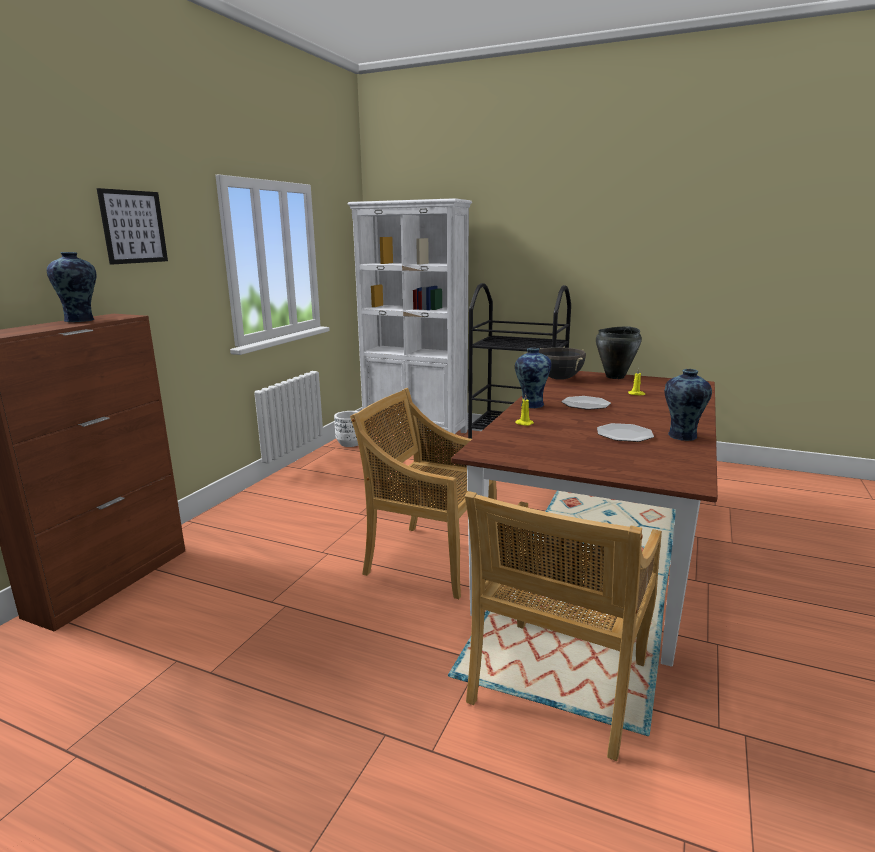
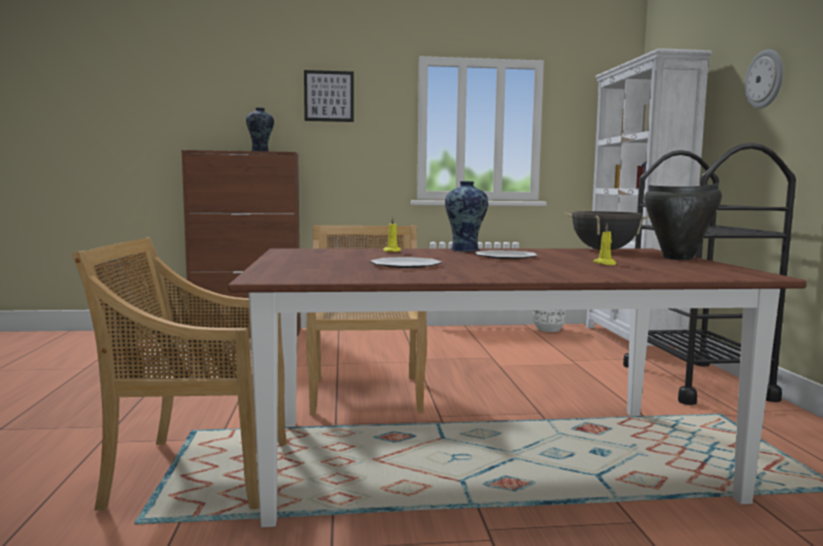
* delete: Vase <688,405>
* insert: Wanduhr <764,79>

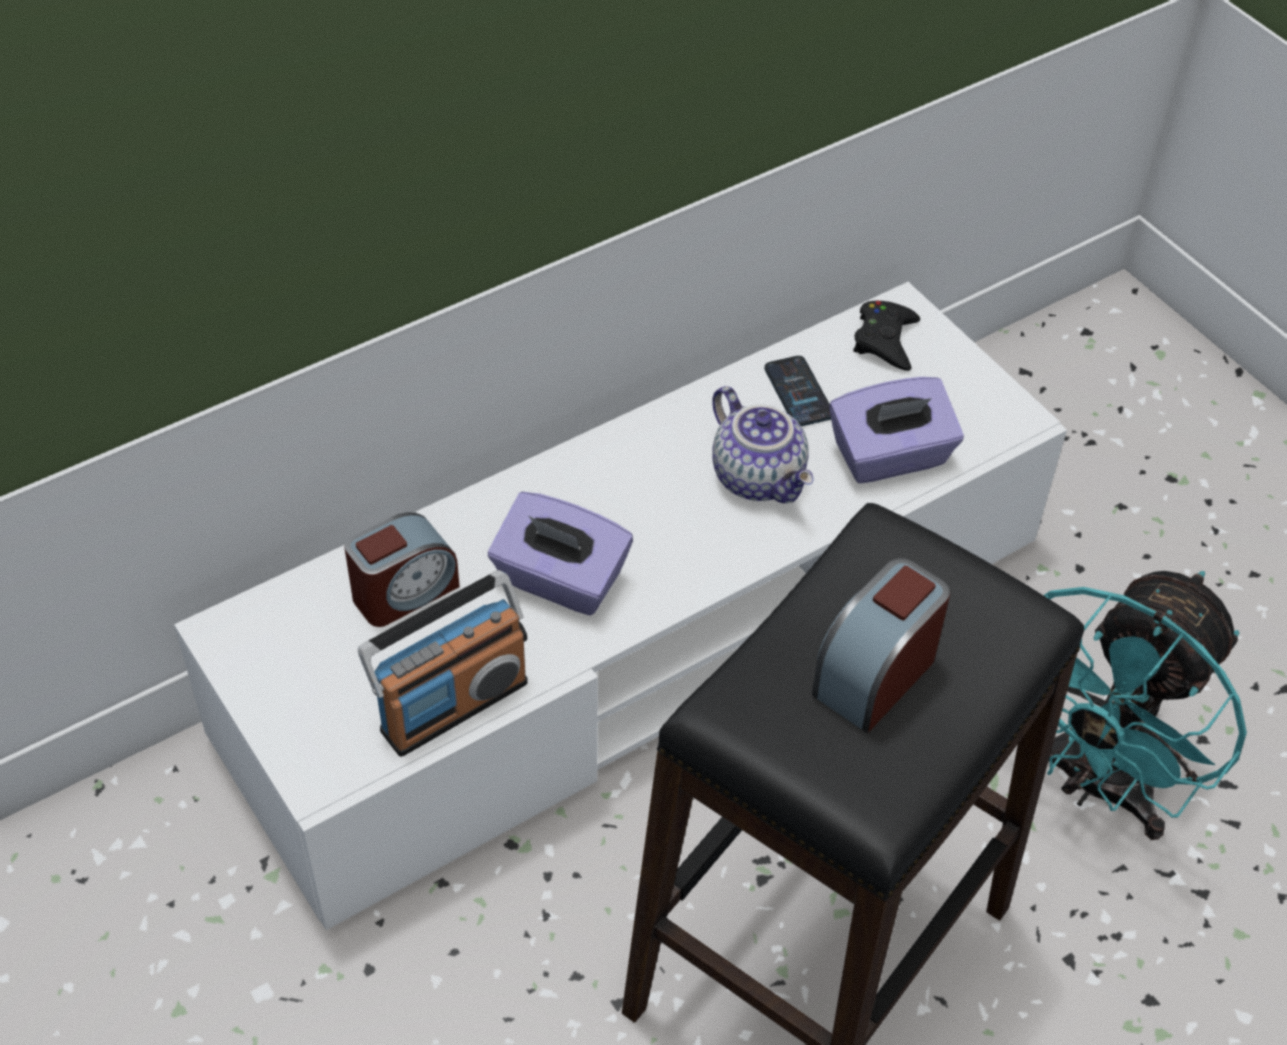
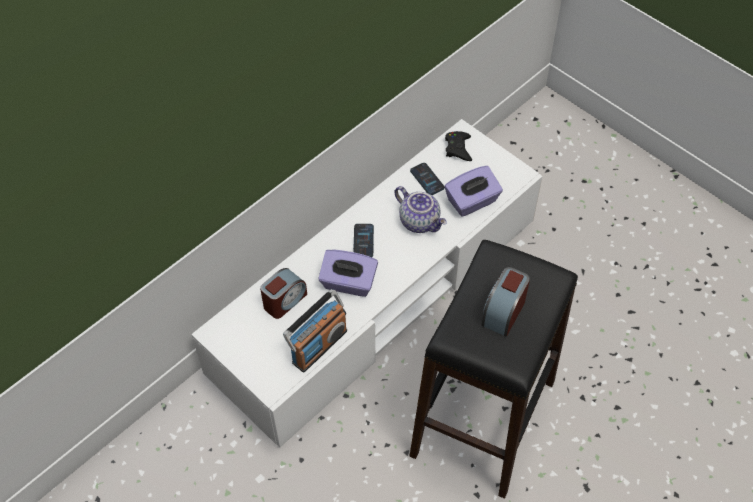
* delete: Ventilator/türkis <1145,705>
* insert: Handy <363,240>

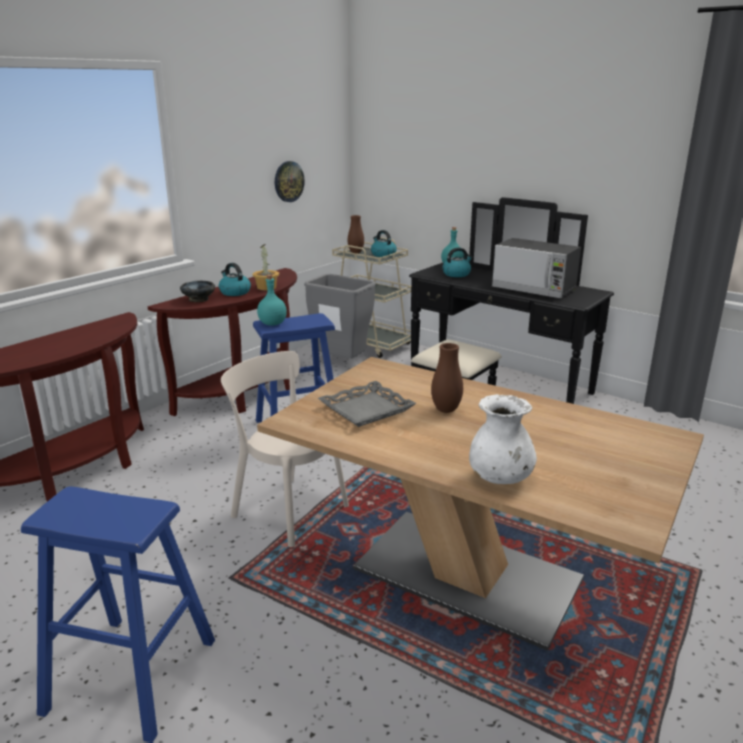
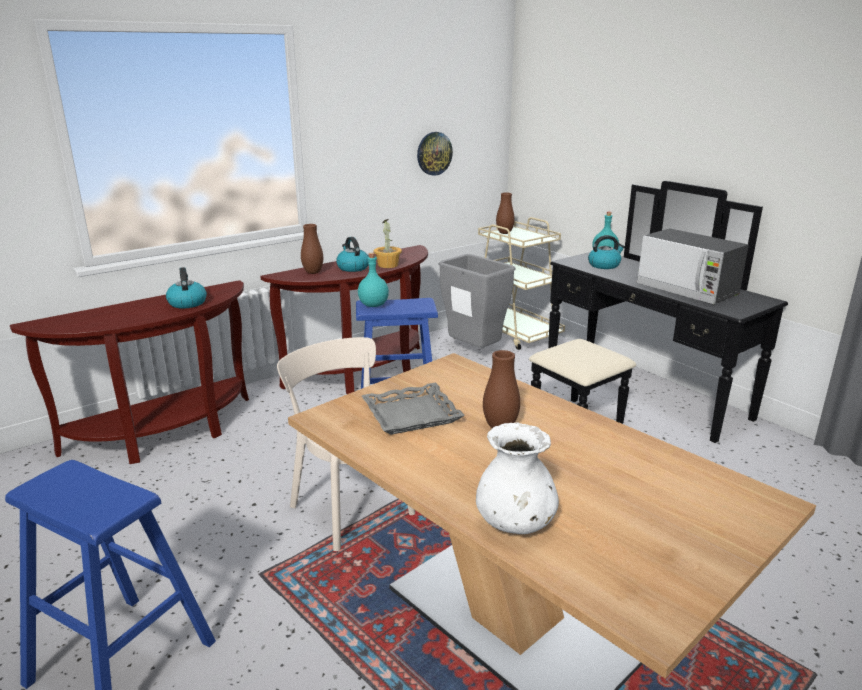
* replace: Schüssel/schwarz <197,291> to Vase/braun <312,249>
* move: Wasserkessel <384,243> to <186,288>

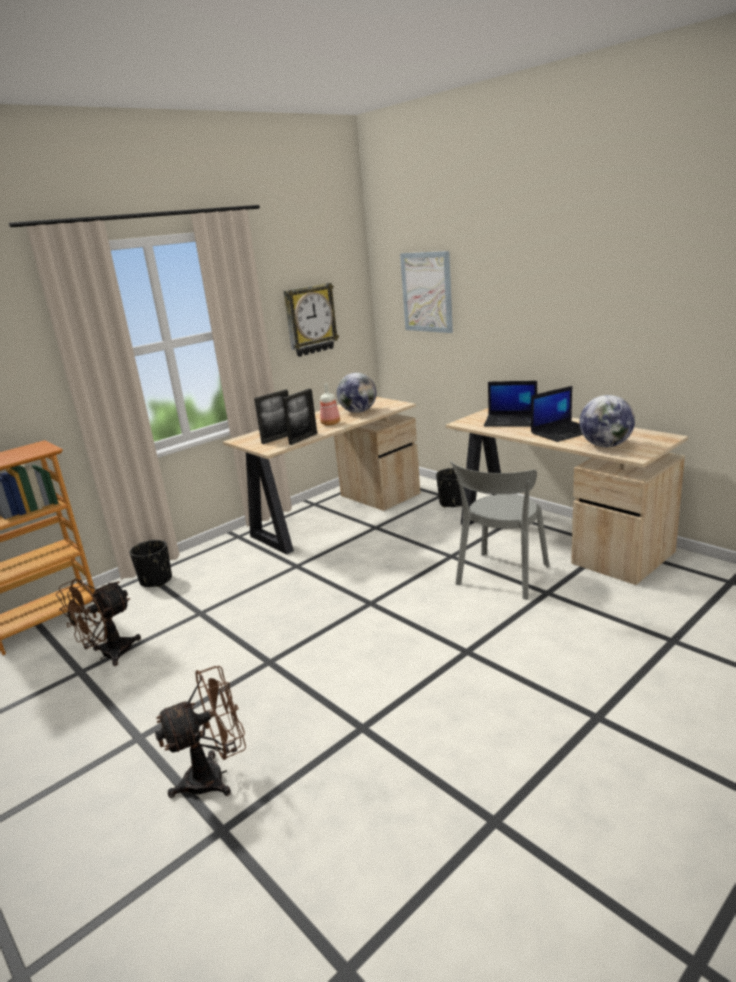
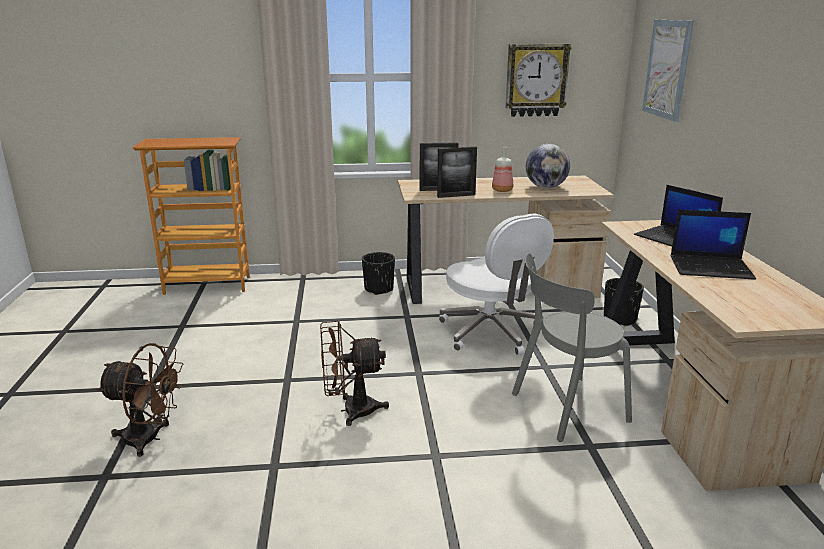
* move: Ventilator/braun <98,622> to <354,373>
* move: Pflanzkübel/schwarz <151,563> to <378,273>
* delete: Globus <607,421>
* insert: Bürostuhl/weiß <496,284>

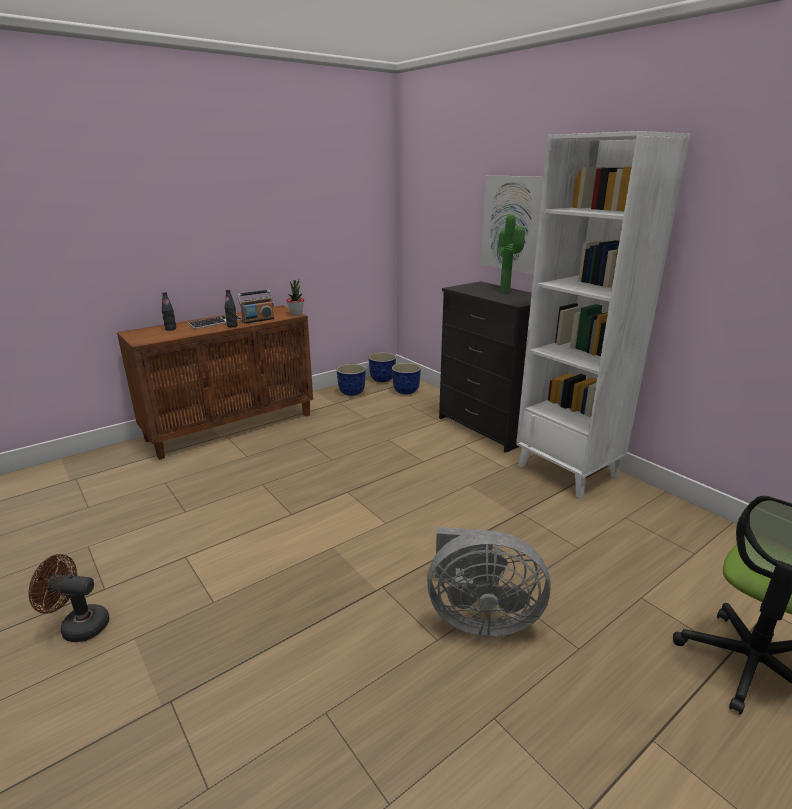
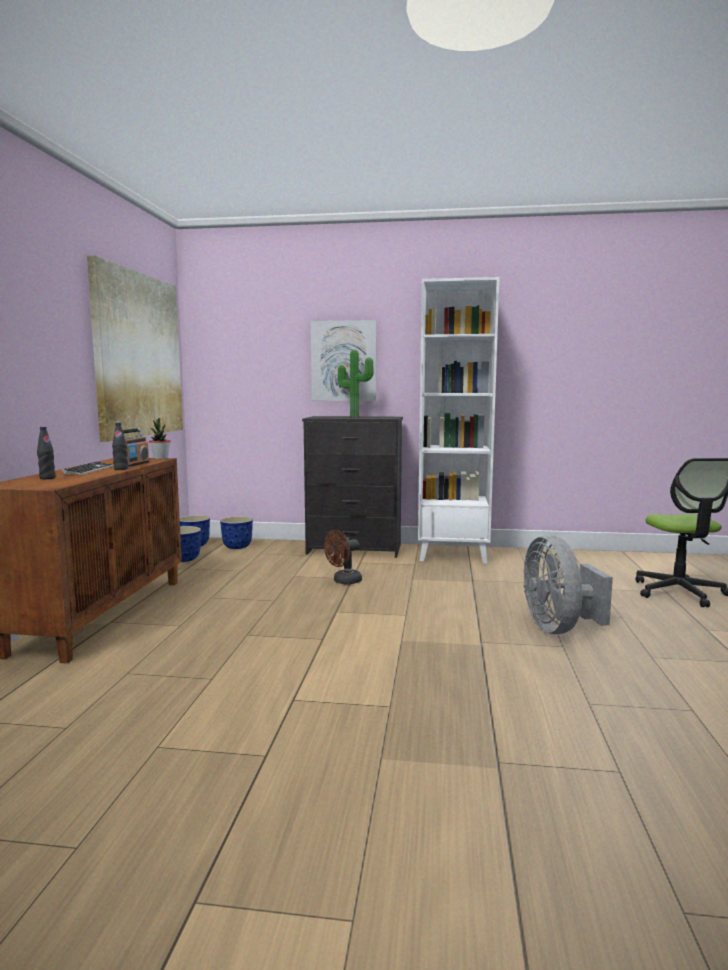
* move: Ventilator/braun <69,598> to <343,557>
* rotate: Ventilator/grau <489,582> = <568,584> 120 degrees clockwise
* insert: Bild <135,348>

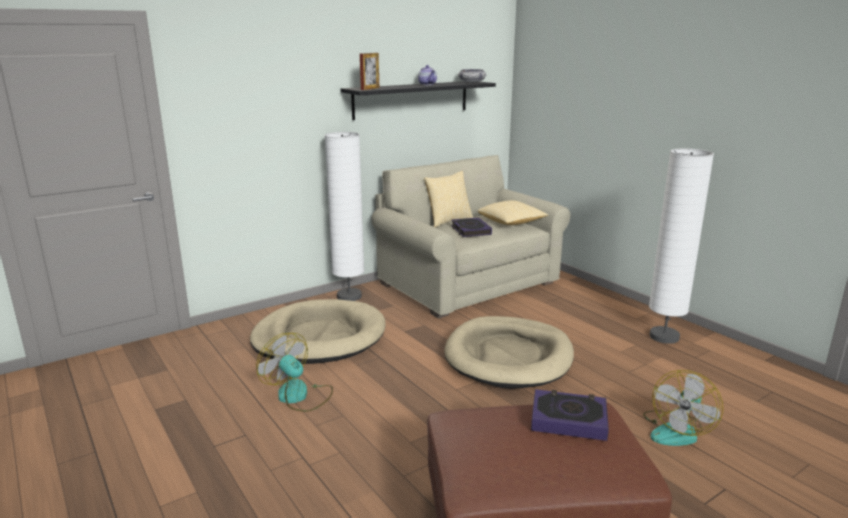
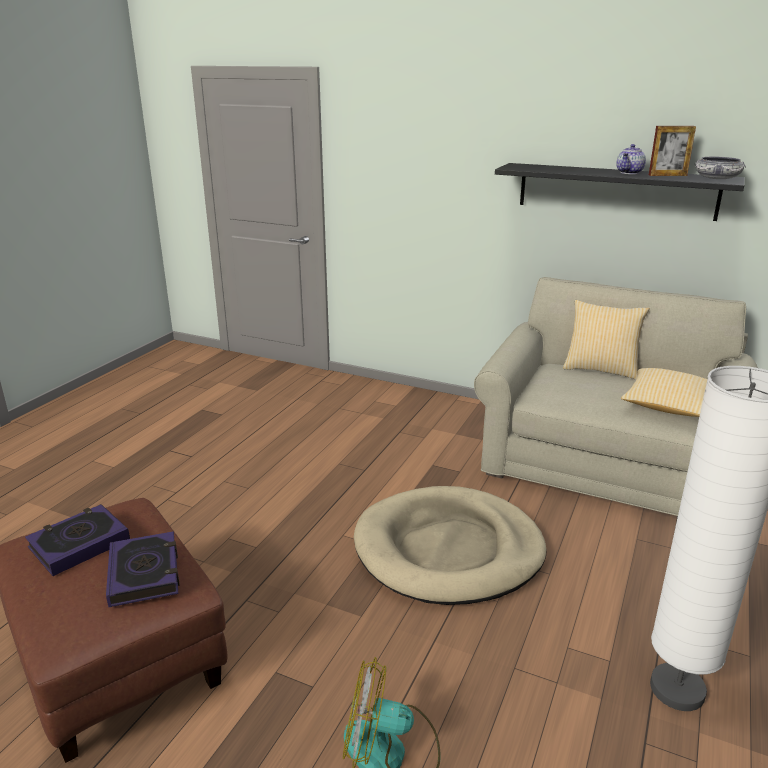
* delete: Hundebett/beige <318,331>
* delete: Ventilator <294,372>
* delete: Stehlampe/weiß <345,216>
* move: Bilderrahmen <369,71> to <672,151>
* move: Buch <471,227> to <77,540>

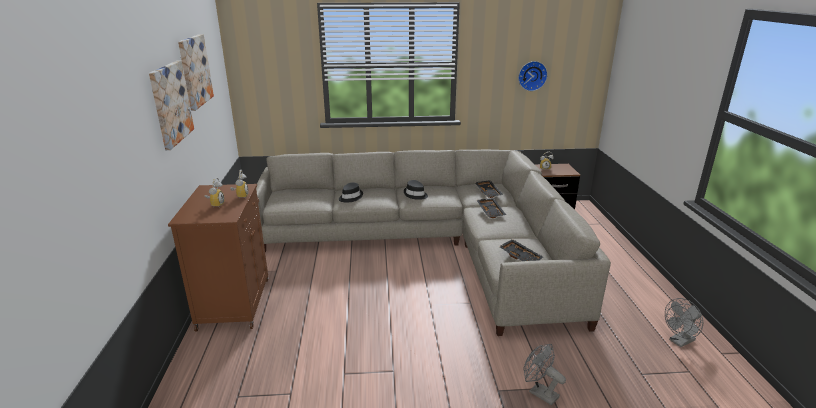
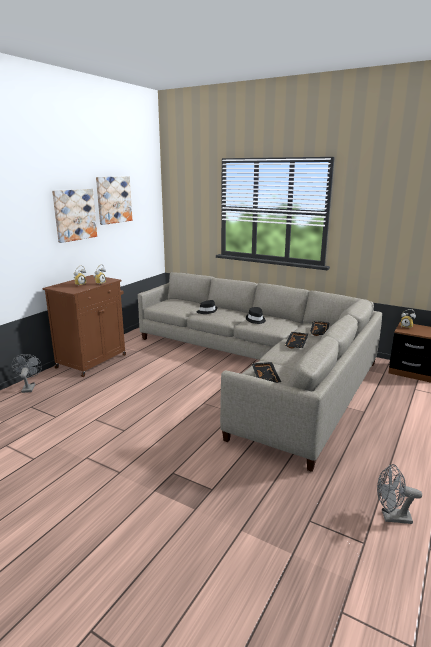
* delete: Wanduhr <533,76>
* move: Ventilator/grau <544,375> to <26,373>

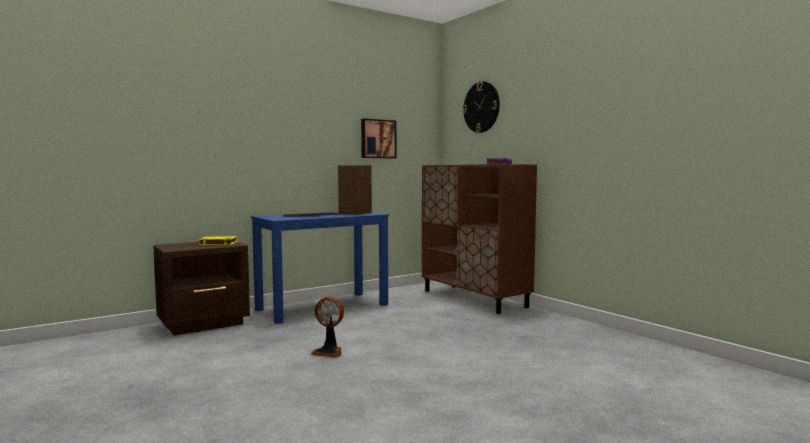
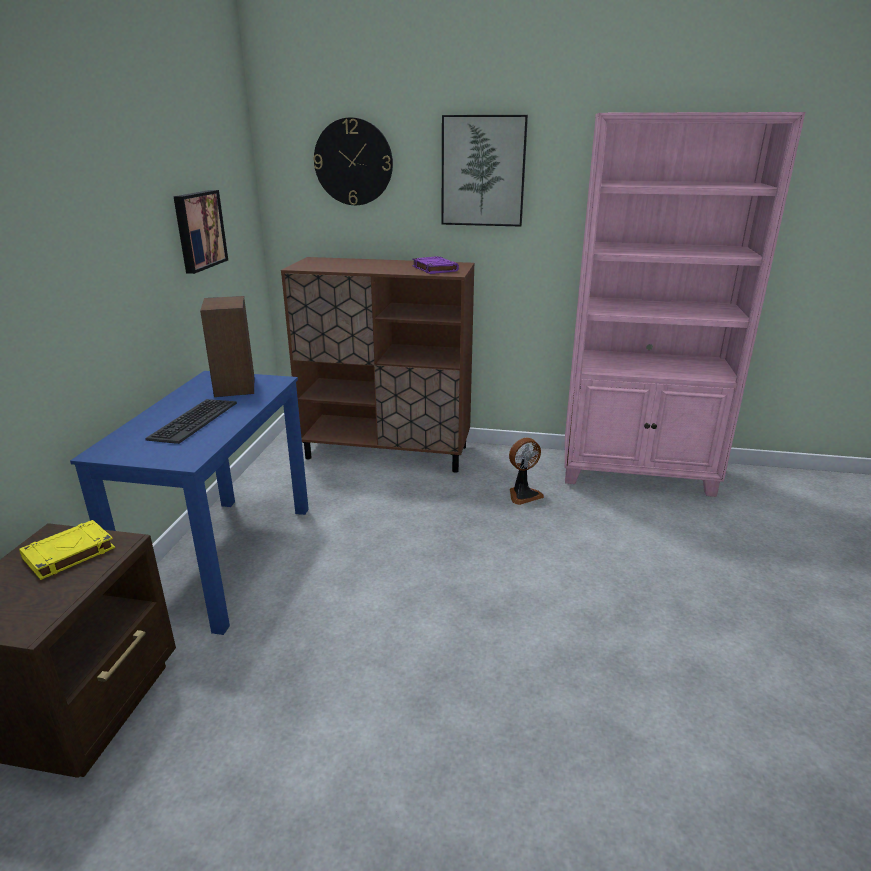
* move: Ventilator <327,327> to <526,471>
* insert: Bild <484,171>
* insert: Bücherregal/rosa <684,304>

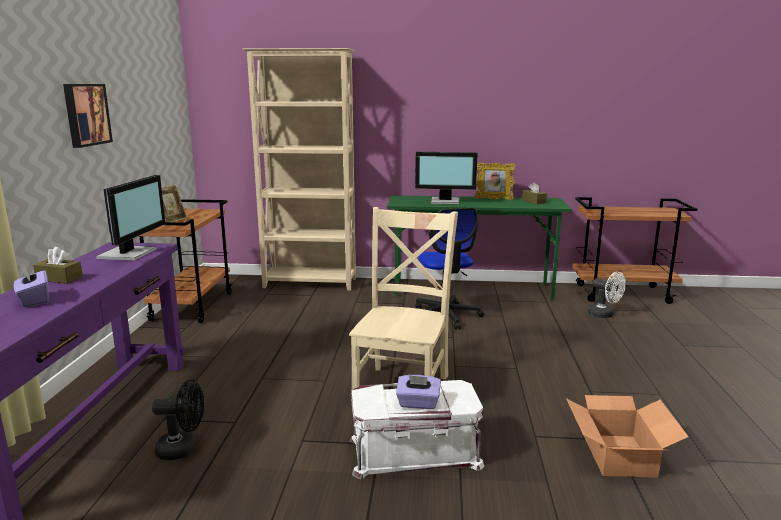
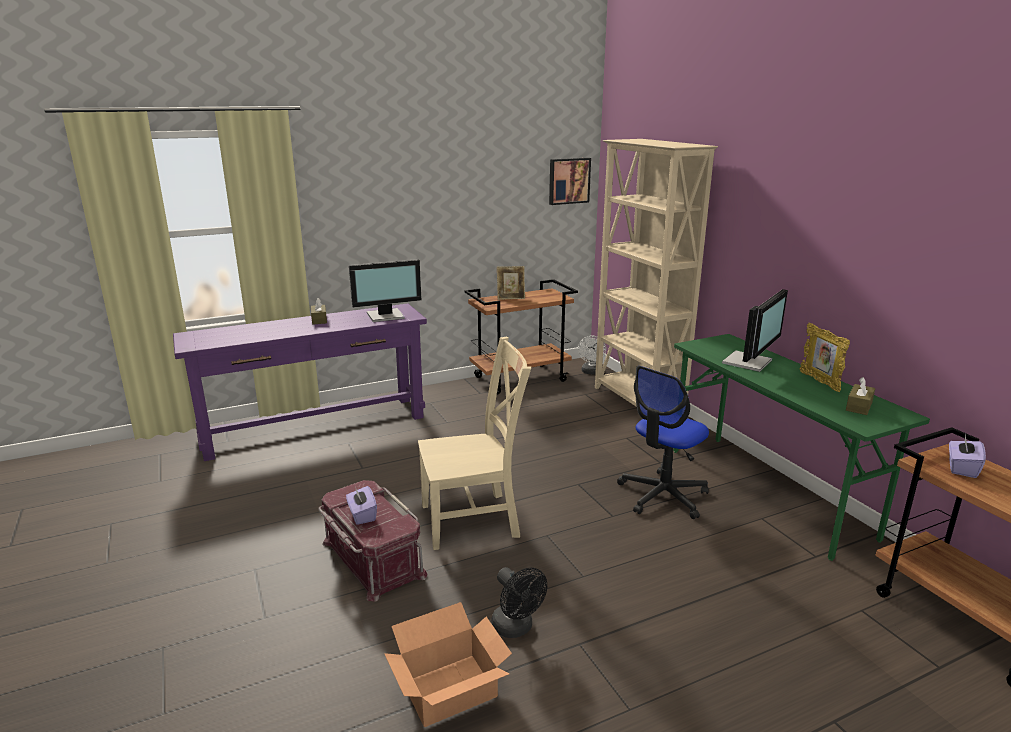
* move: Taschentuchbox/lila <31,286> to <967,456>
* move: Bild <88,116> to <570,181>
* move: Ventilator/schwarz <178,419> to <519,602>
* recolor: Aufbewahrungsbox/weiß <417,429> to Aufbewahrungsbox/rot <373,541>
* rotate: Monitor <446,178> = <755,330> 120 degrees counterclockwise
* move: Ventilator/weiß <607,295> to <592,355>

